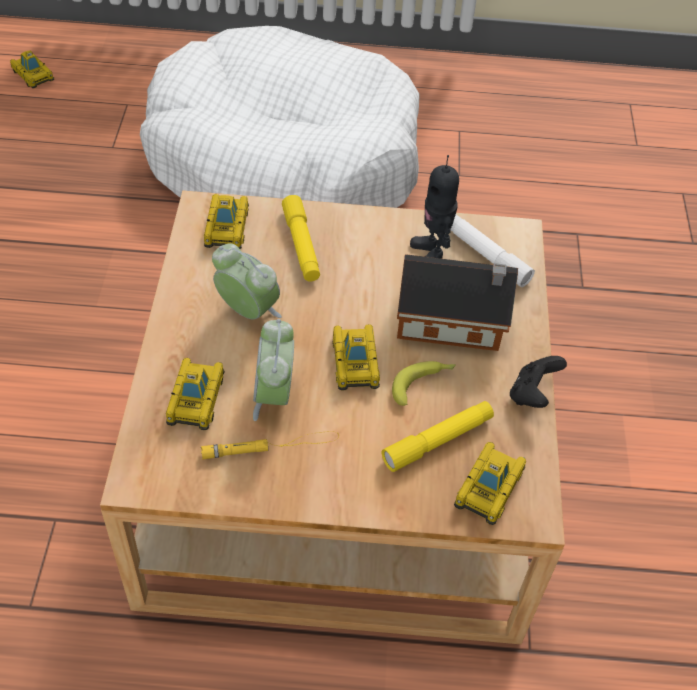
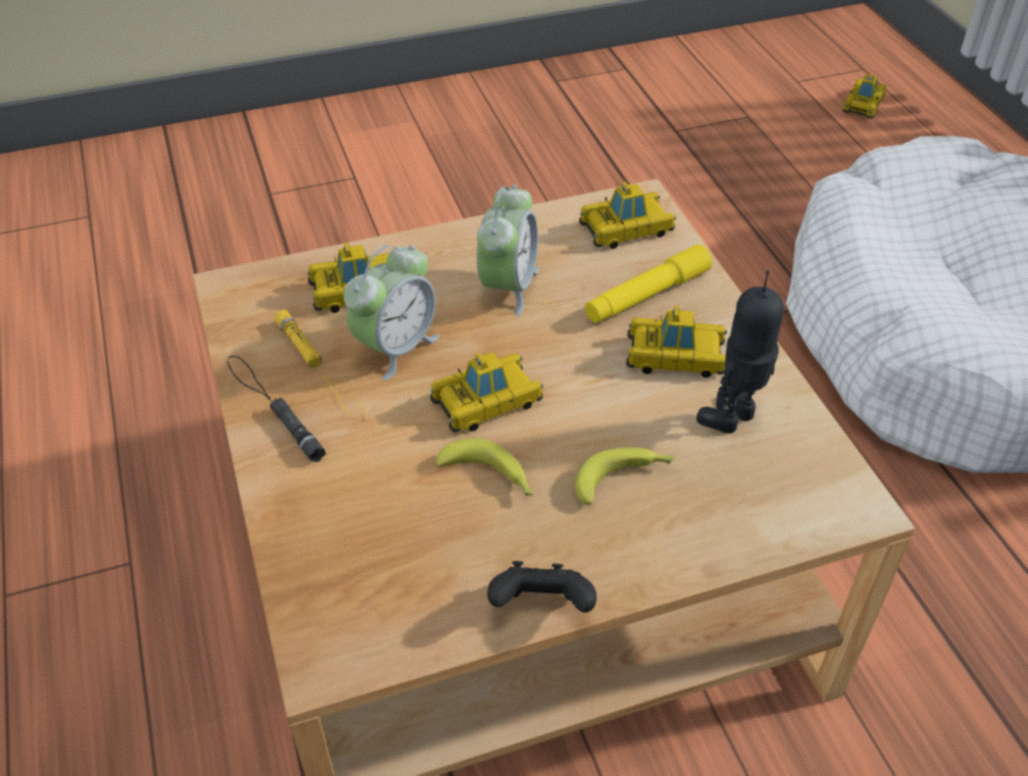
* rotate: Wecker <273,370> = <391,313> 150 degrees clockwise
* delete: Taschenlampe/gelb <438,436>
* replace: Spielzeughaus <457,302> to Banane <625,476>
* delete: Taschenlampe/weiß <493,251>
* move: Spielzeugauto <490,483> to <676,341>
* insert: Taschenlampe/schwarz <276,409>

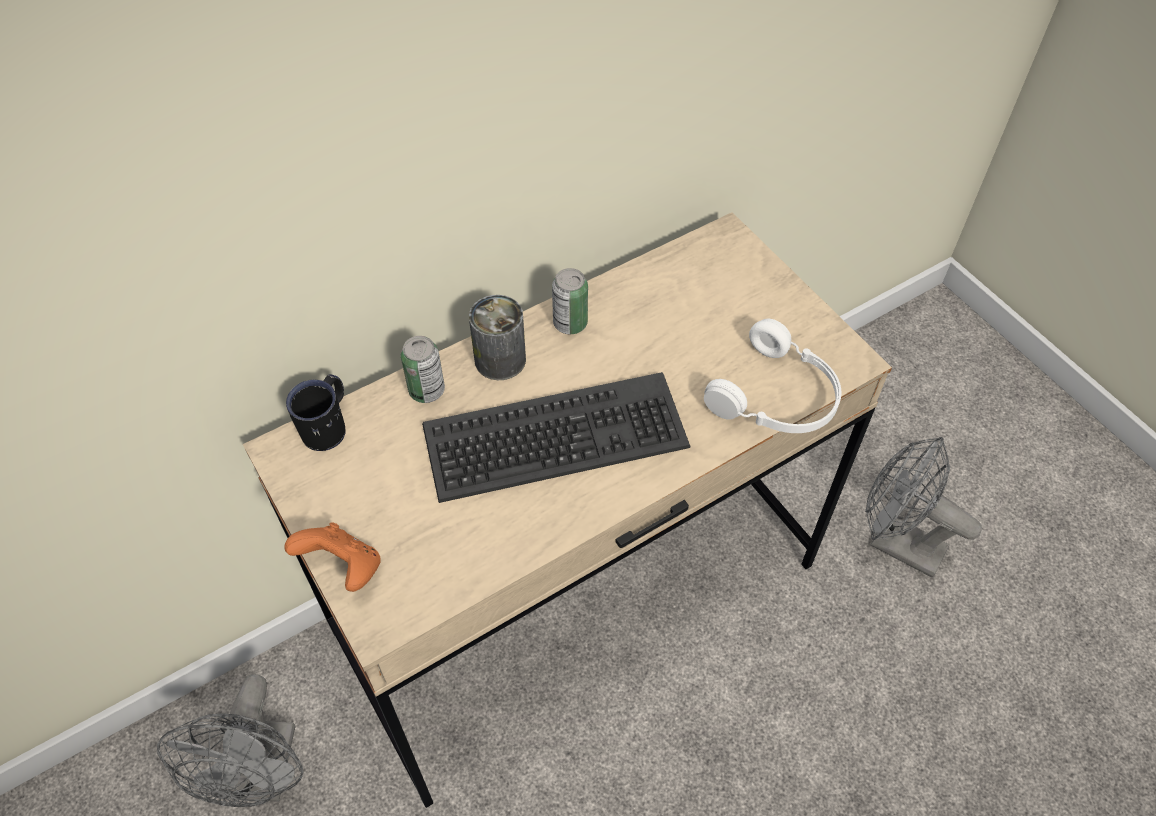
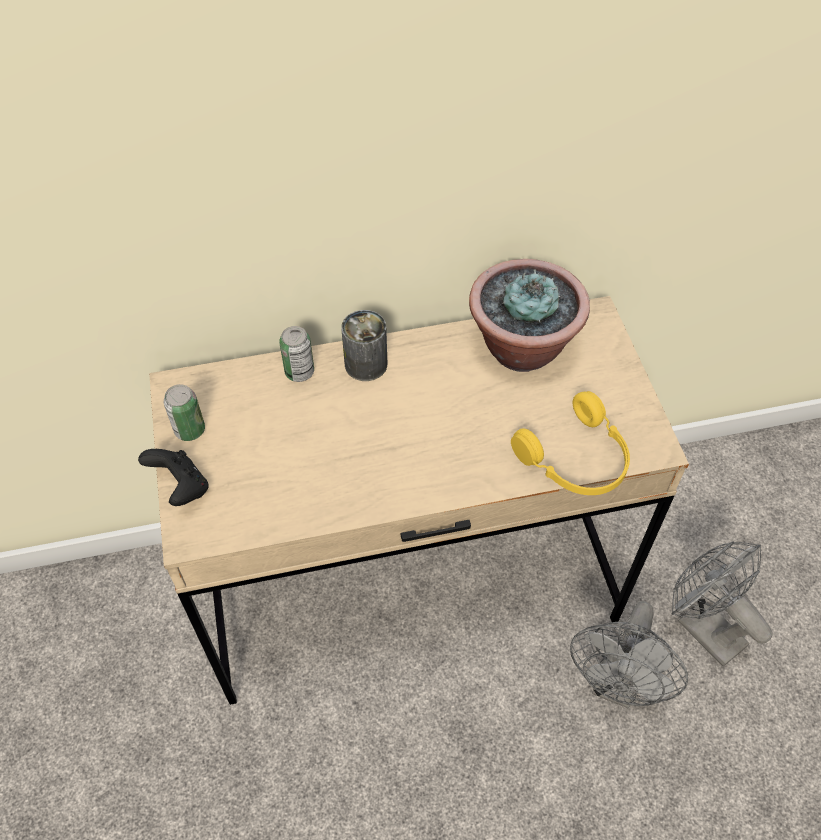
* move: Ventilator/grau <230,740> to <629,654>
* recolor: Gamepad/orange <332,557> to Gamepad/schwarz <173,477>
* delete: Henkelbecher/schwarz <316,412>
* delete: Tastatur <556,437>
* move: Dose <570,301> to <184,412>
* recolor: Kopfhörer/weiß <772,376> to Kopfhörer/gelb <570,443>
* insert: Topfpflanze <529,315>

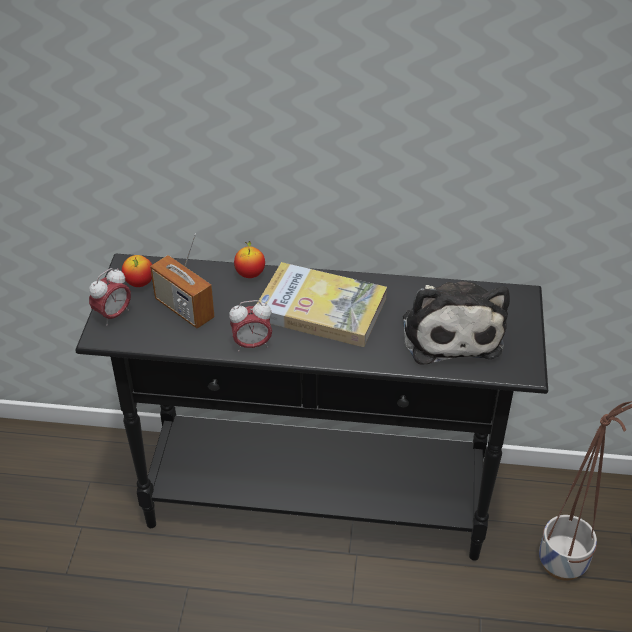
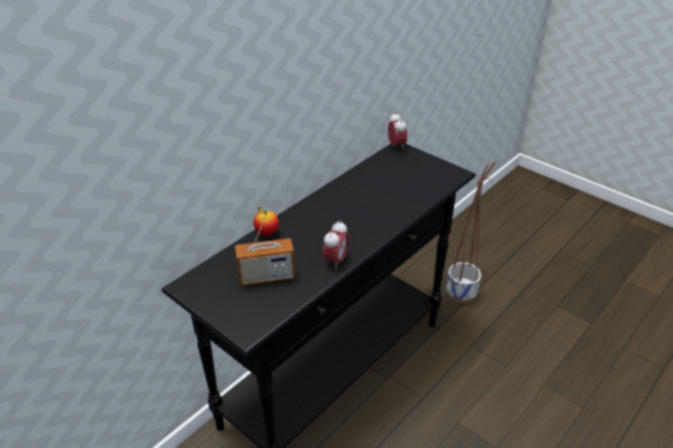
* move: Wecker <110,297> to <398,131>
* delete: Apfel <137,271>
* delete: Buch <322,304>
* delete: Plüschtier <456,322>

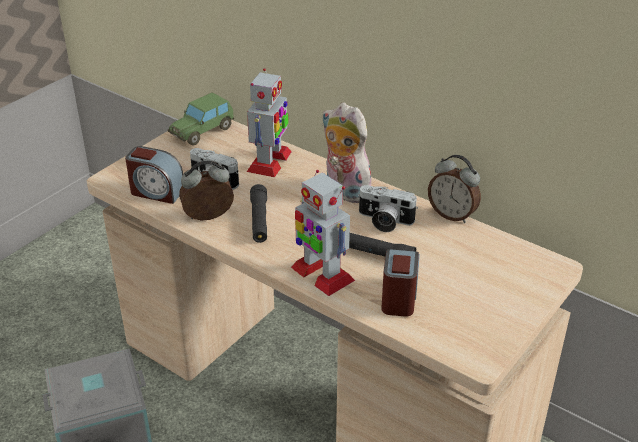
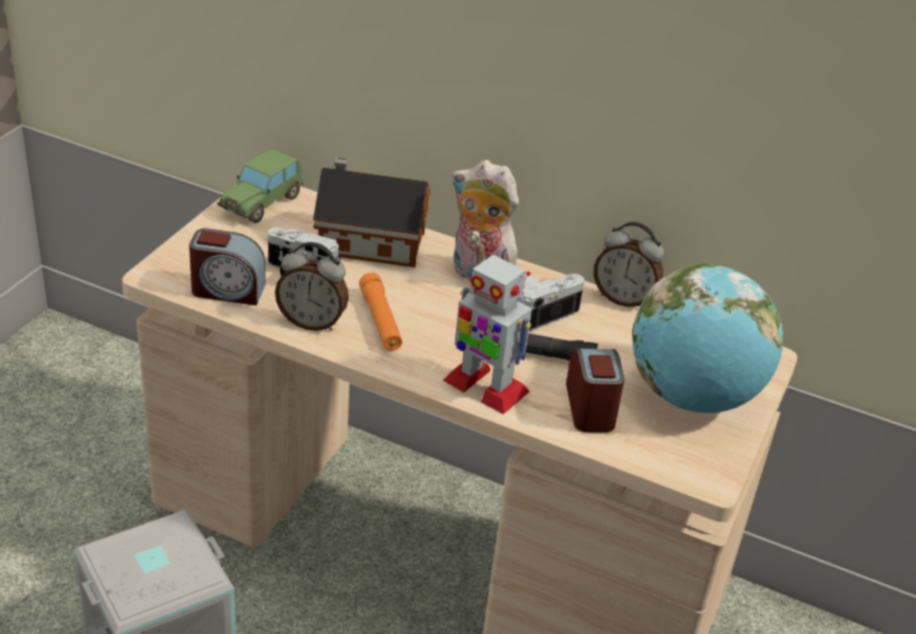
* rotate: Wecker <206,190> = <312,286> 135 degrees counterclockwise
* replace: Spielzeugroboter <269,122> to Spielzeughaus <371,212>
* recolor: Taschenlampe/schwarz <258,213> to Taschenlampe/orange <380,312>
* rotate: Kamera <388,208> = <550,303> 135 degrees clockwise
* insert: Globus <708,338>

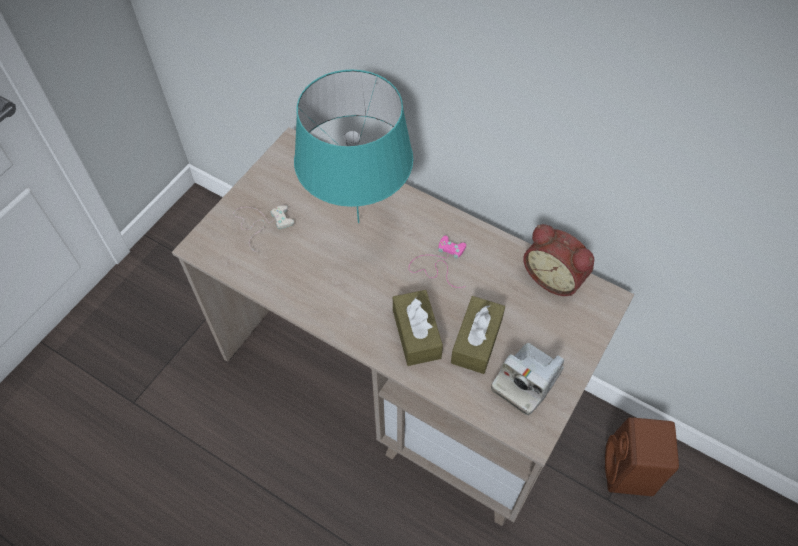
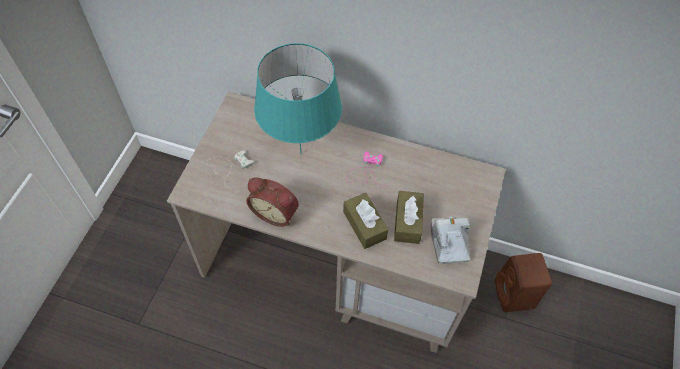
* rotate: Kamera <527,379> = <450,240> 150 degrees clockwise
* move: Wecker <558,260> to <272,202>

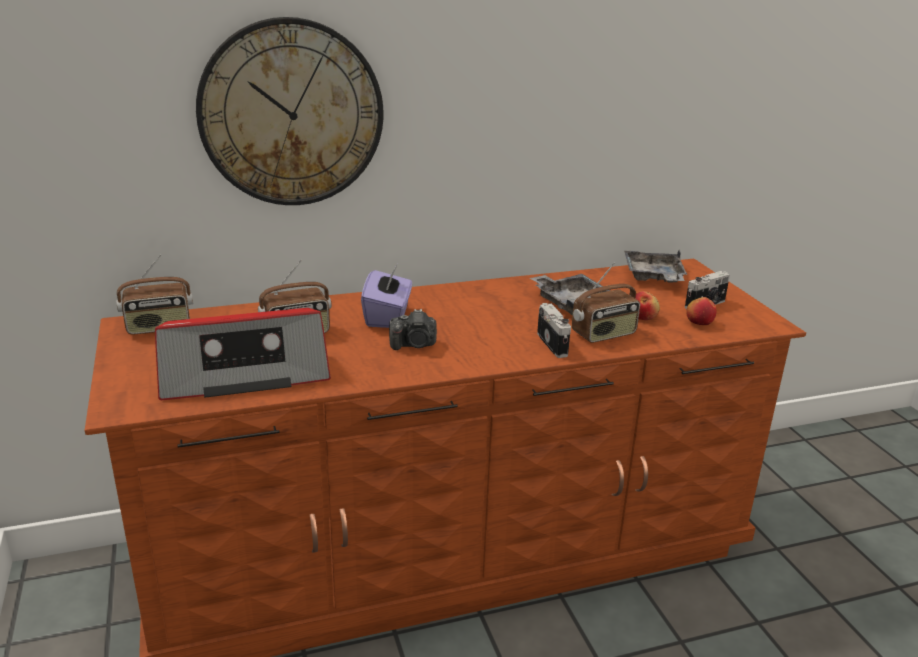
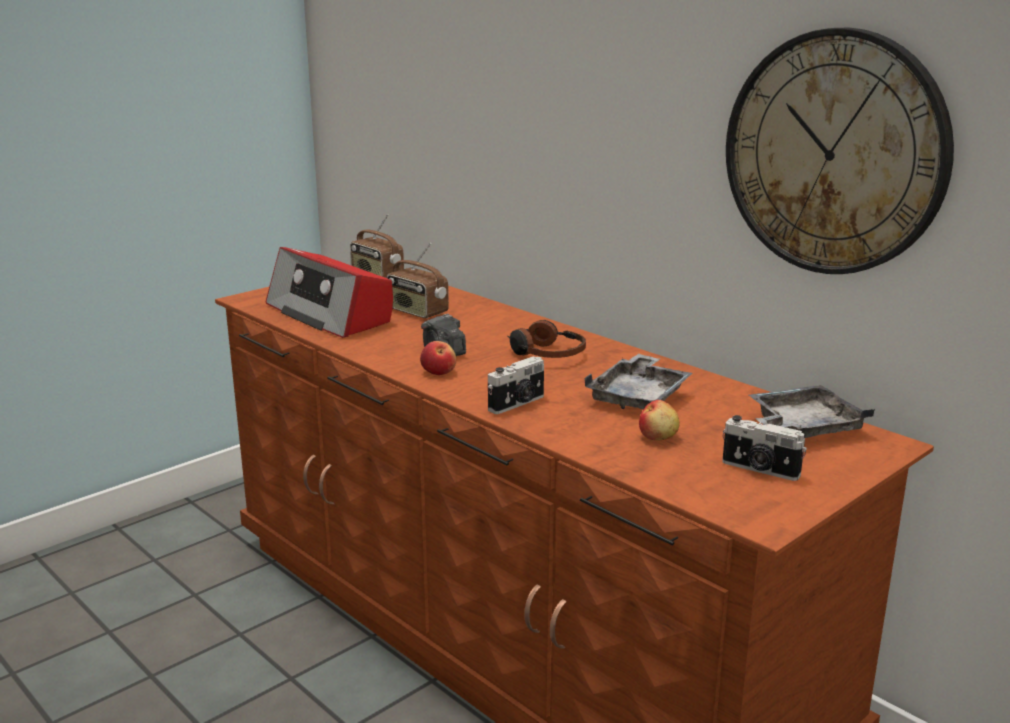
* move: Wanduhr <289,111> to <840,151>
* delete: Taschentuchbox/lila <386,296>
* delete: Radio <606,303>
* move: Apfel <701,311> to <438,358>
* insert: Kopfhörer <546,339>

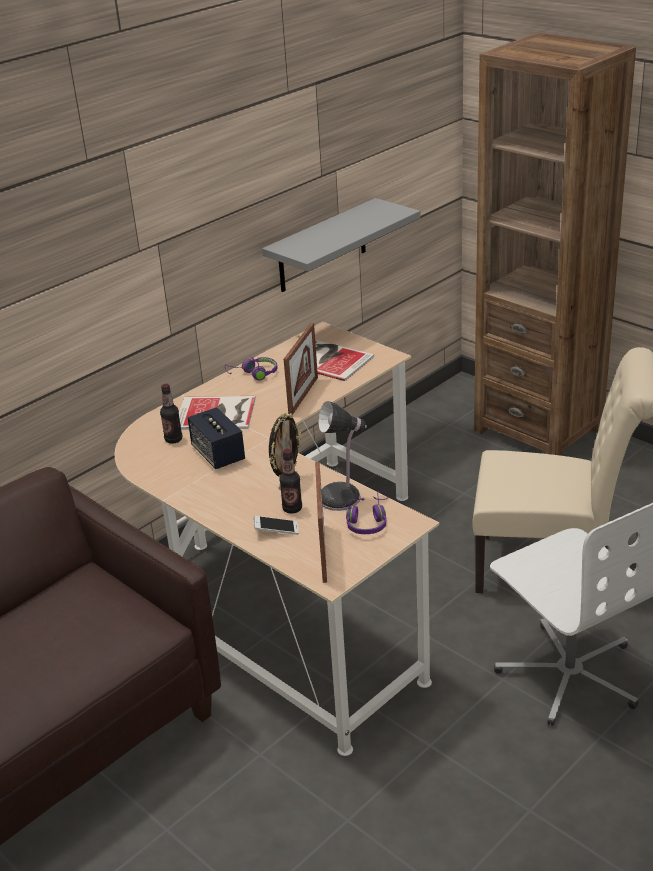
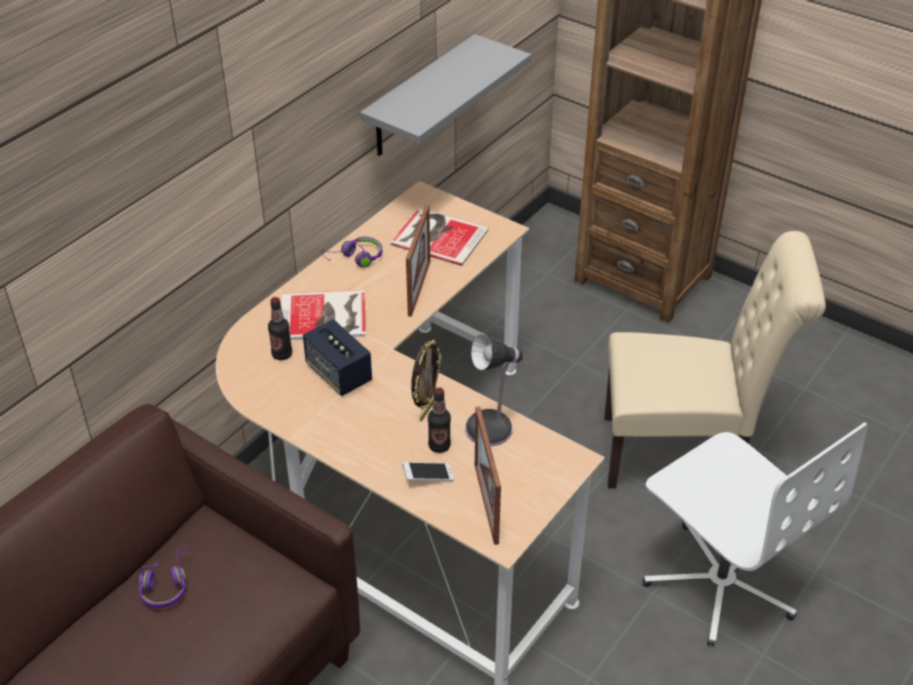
* move: Kopfhörer/lila <367,512> to <165,577>

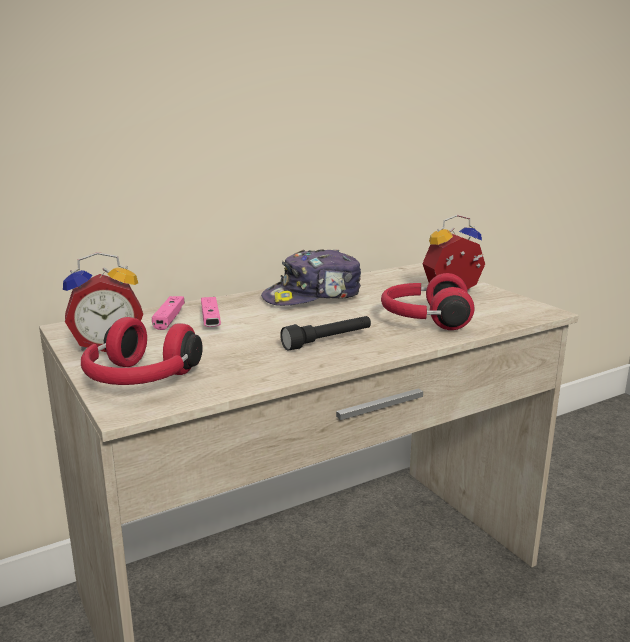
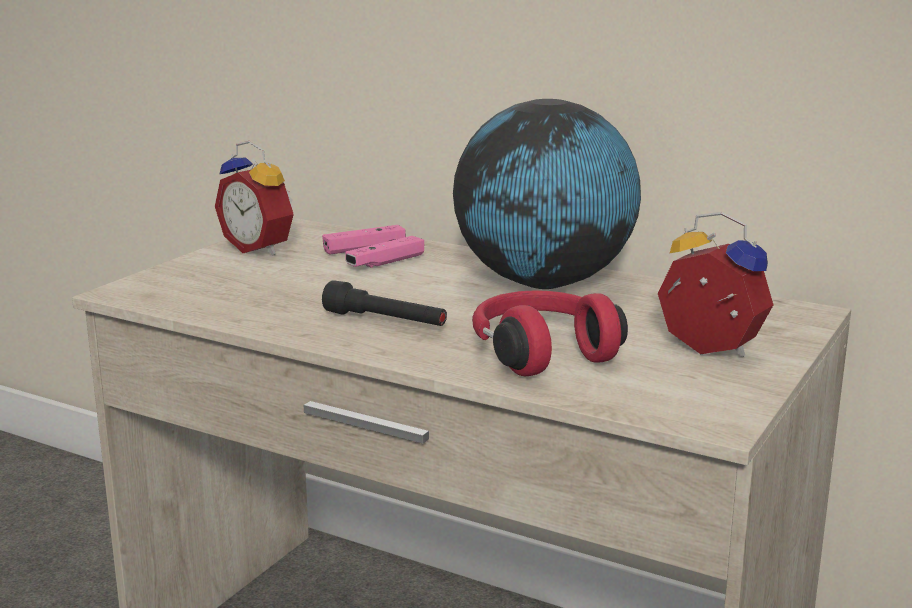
* delete: Kopfhörer/rot <142,351>
* replace: Kappe <311,277> to Globus <547,194>

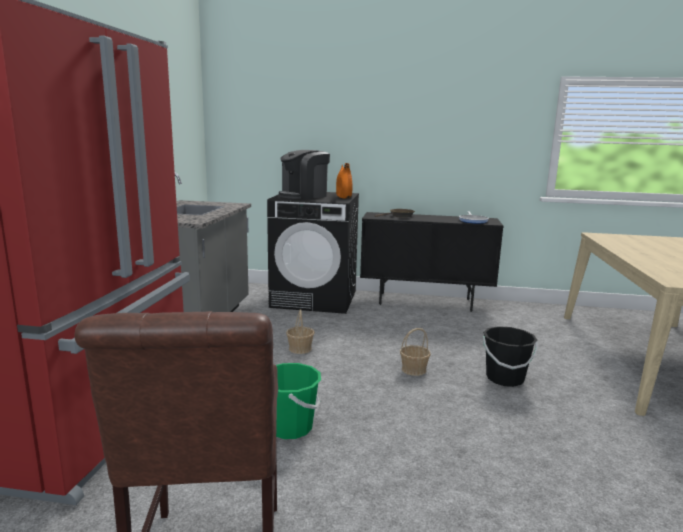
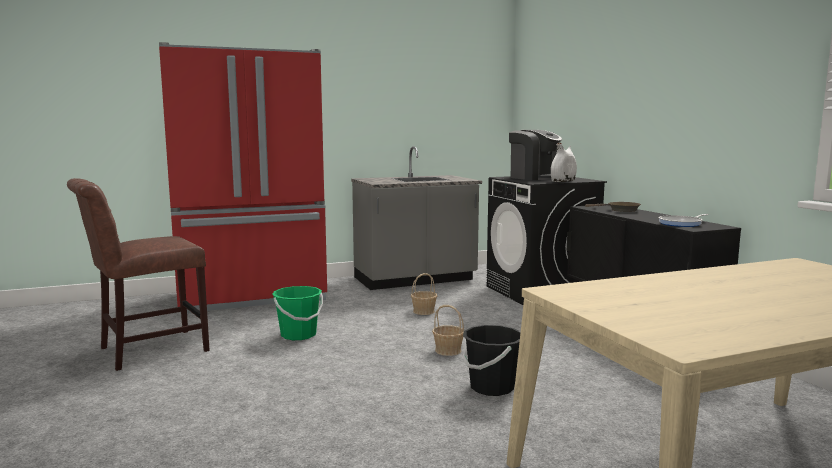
* rotate: Kaffeemaschine <304,174> = <535,155> 150 degrees counterclockwise
* recolor: Vase/orange <344,181> to Vase/weiß <564,162>

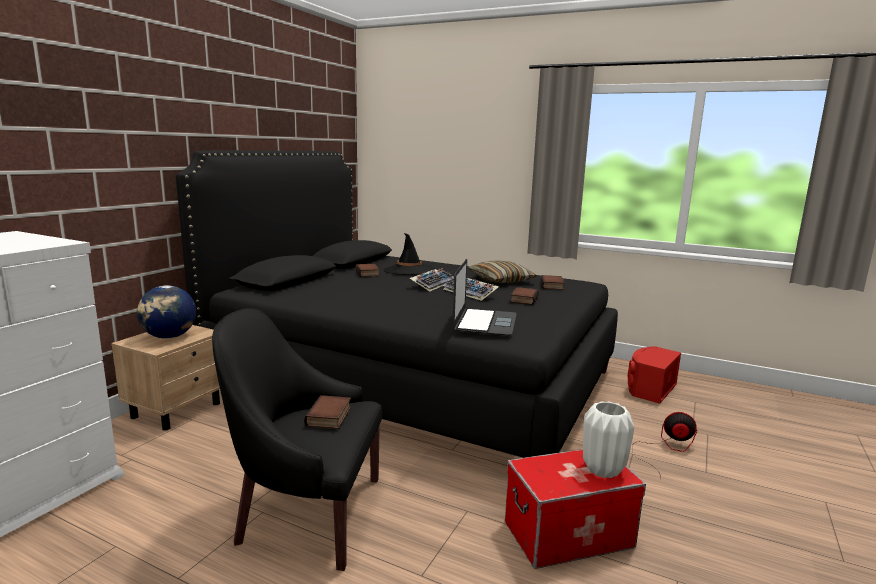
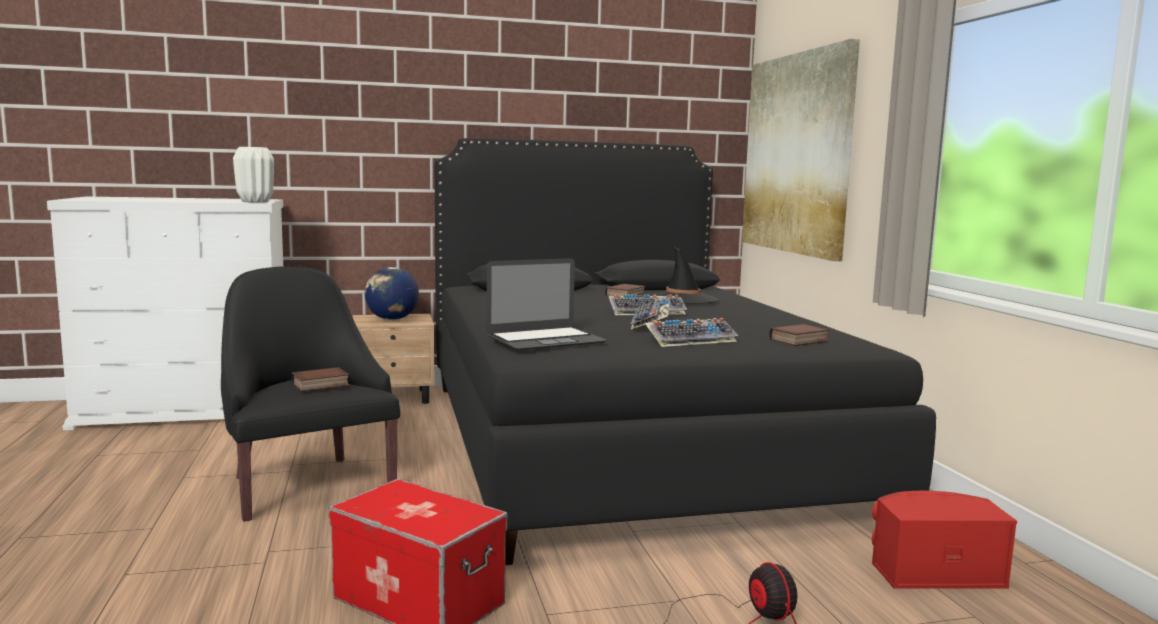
* delete: Kissen <502,271>
* replace: Buch <524,296> to Tastatur <691,332>
* move: Vase/weiß <608,439> to <253,175>
* insert: Bild <801,150>

